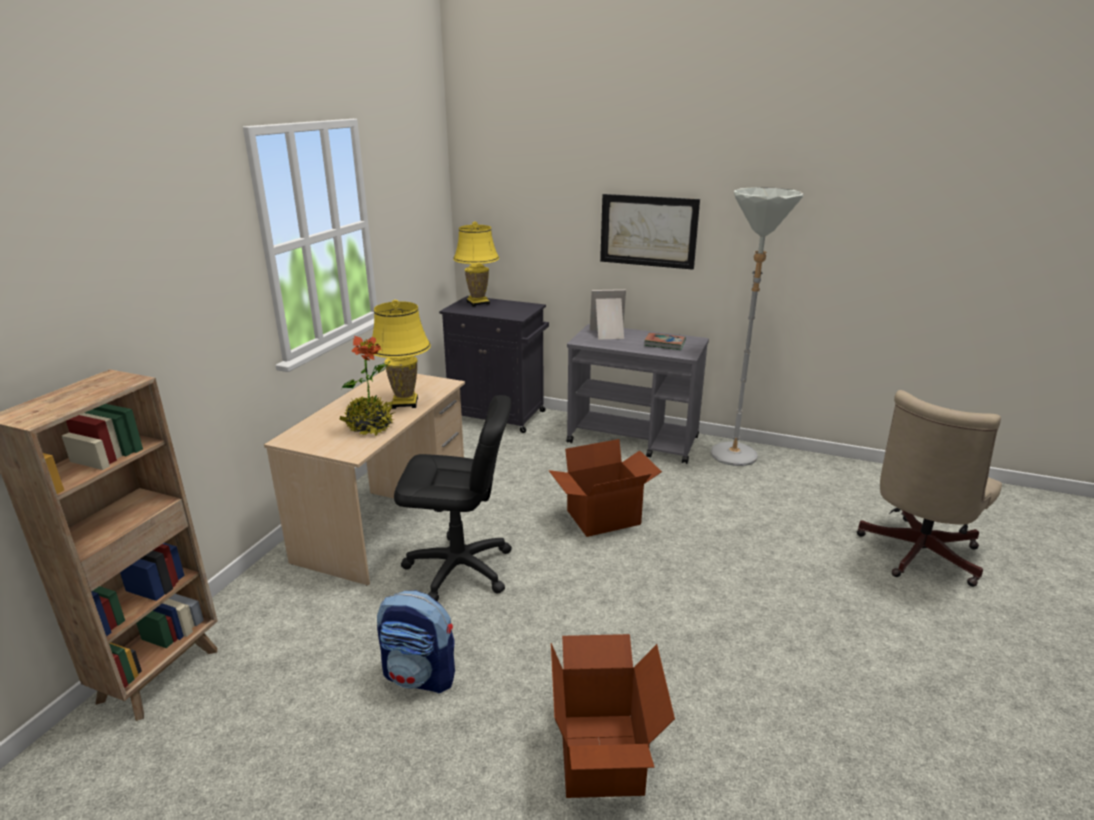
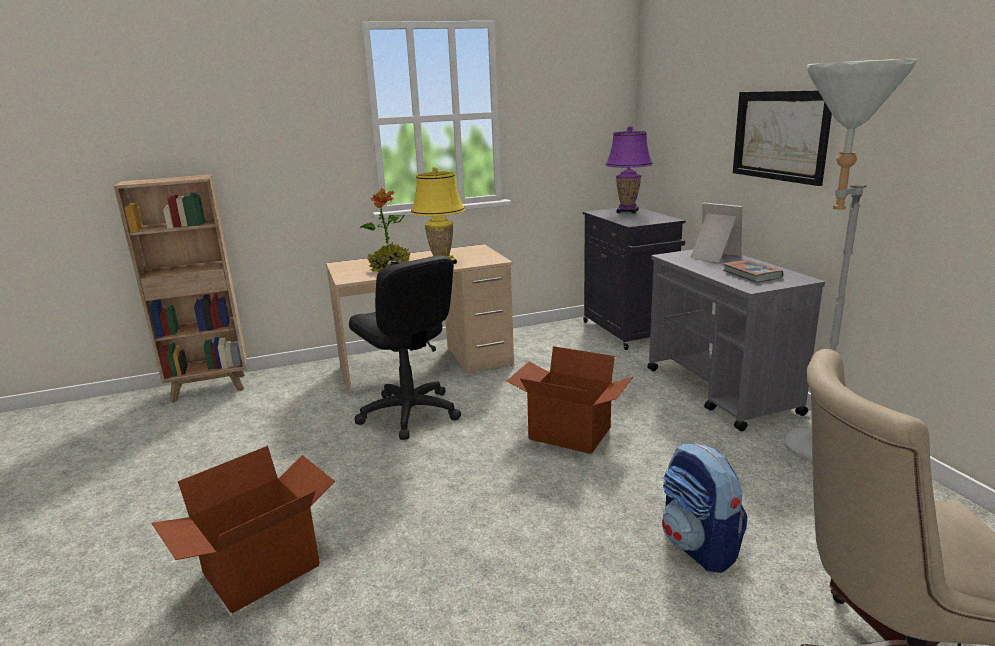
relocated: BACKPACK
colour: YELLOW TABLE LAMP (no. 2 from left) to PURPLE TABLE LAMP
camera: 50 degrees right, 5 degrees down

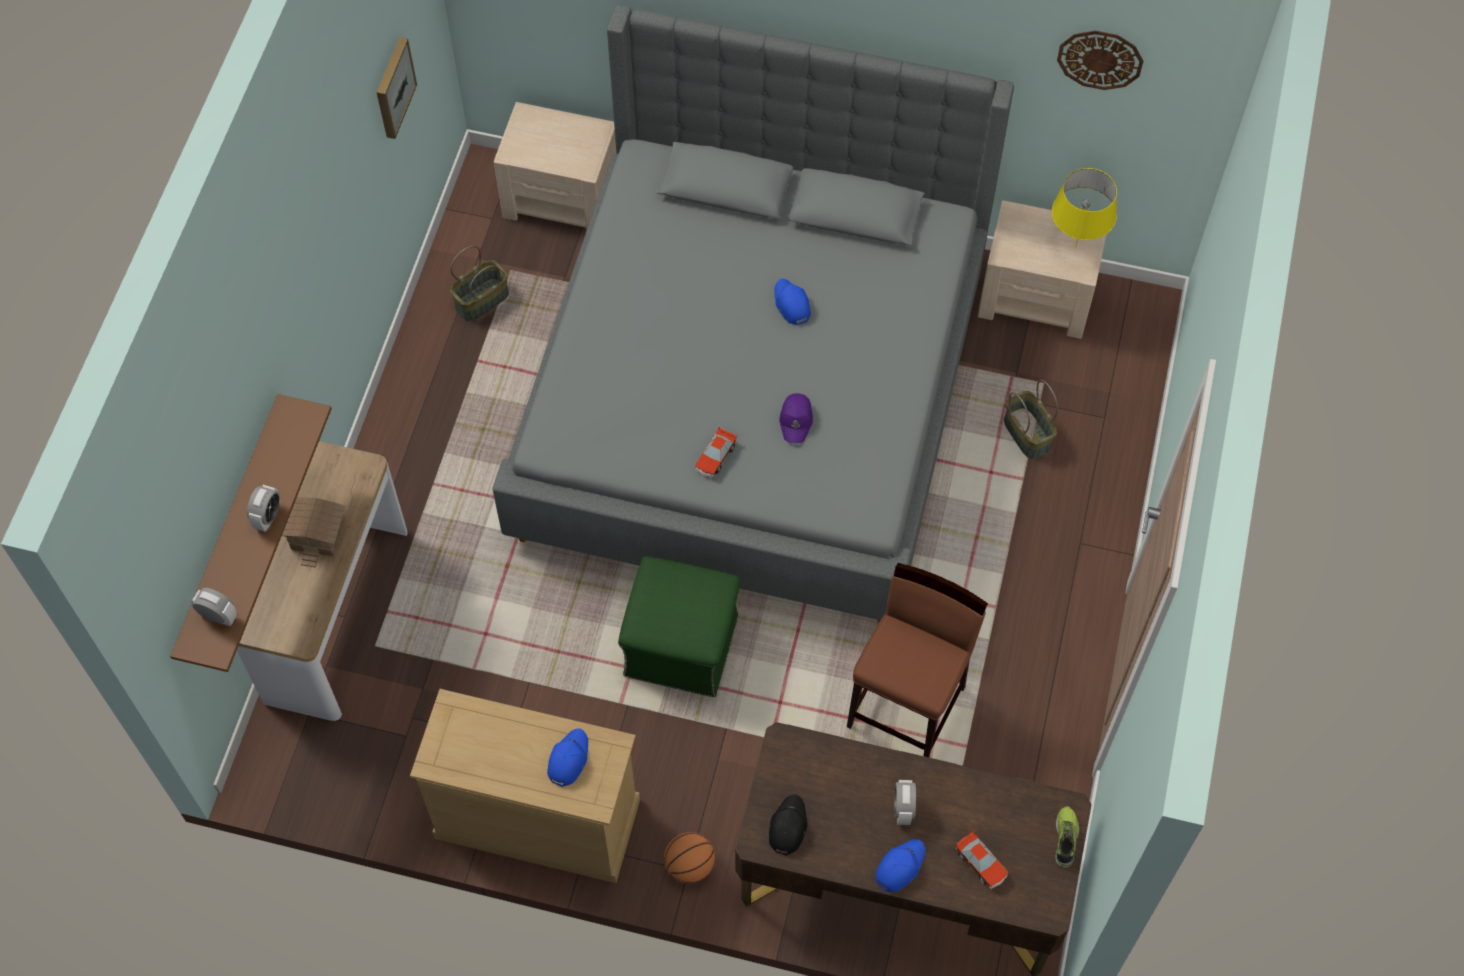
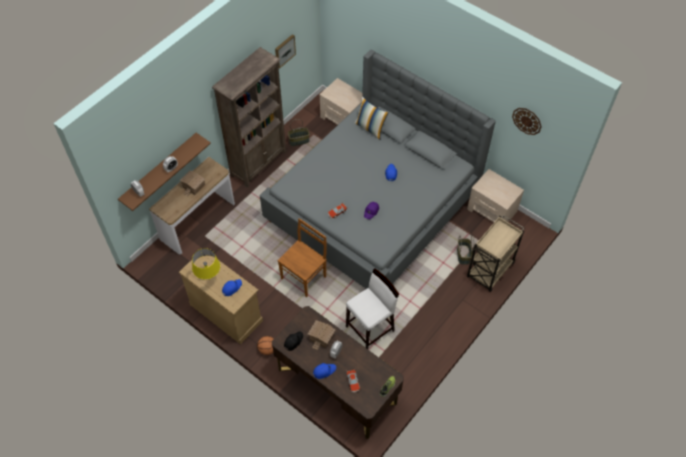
appeared: BROWN BOOKCASE; TOY HOUSE (no. 2 from left); PILLOW; BEIGE CART
relocated: YELLOW TABLE LAMP
exchanged: GREEN OTTOMAN to BROWN CHAIR
colour: BROWN STOOL to WHITE STOOL
camera: 25 degrees right, 5 degrees down

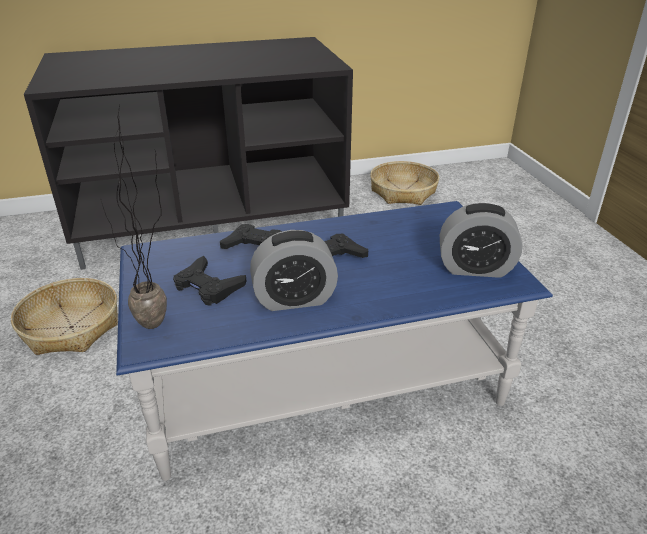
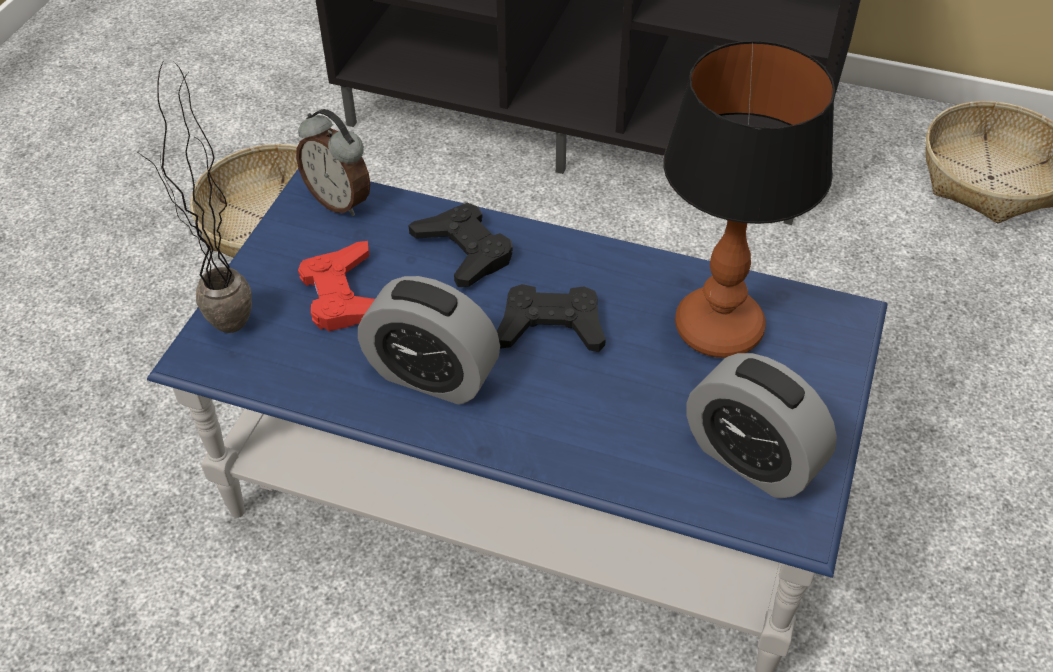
appeared: ALARM CLOCK (no. 1 from left); TABLE LAMP
colour: BLACK GAME CONTROLLER (no. 1 from left) to RED GAME CONTROLLER
camera: 35 degrees right, 15 degrees up

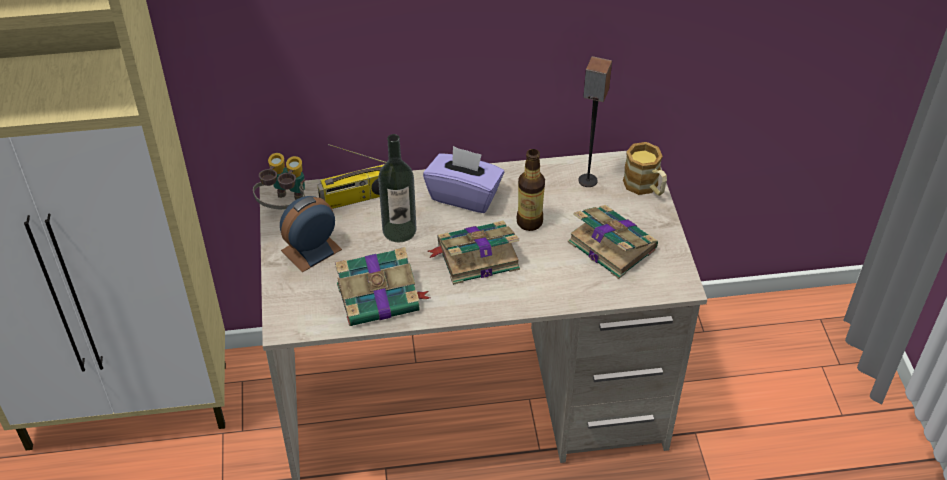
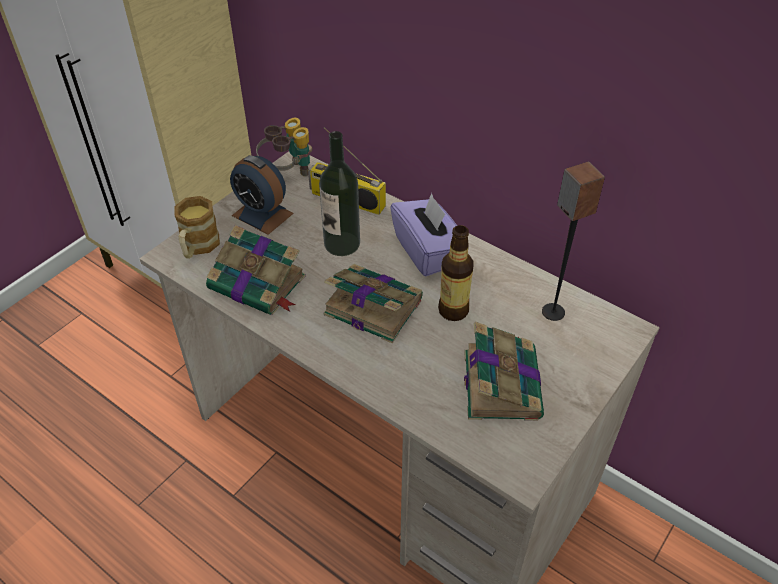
relocated: MUG
spun: ALARM CLOCK 150 degrees counterclockwise
camera: 45 degrees right, 0 degrees up

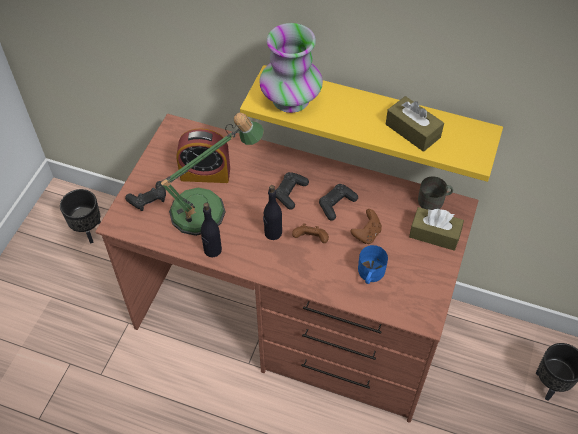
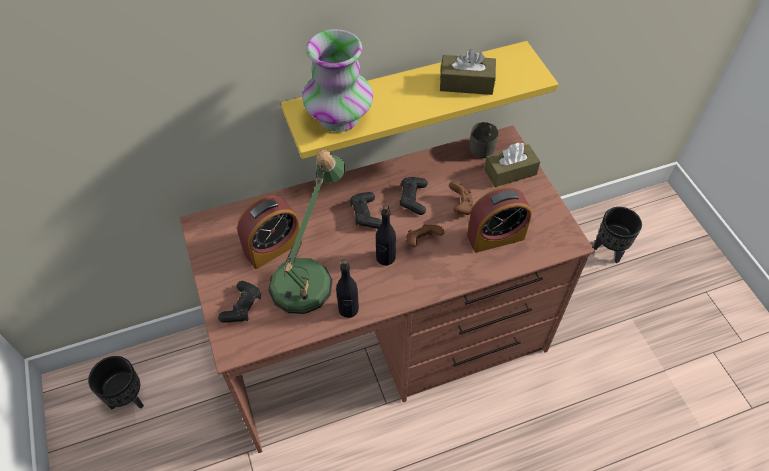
exchanged: BLUE MUG to ALARM CLOCK (no. 2 from left)
camera: 40 degrees left, 0 degrees up

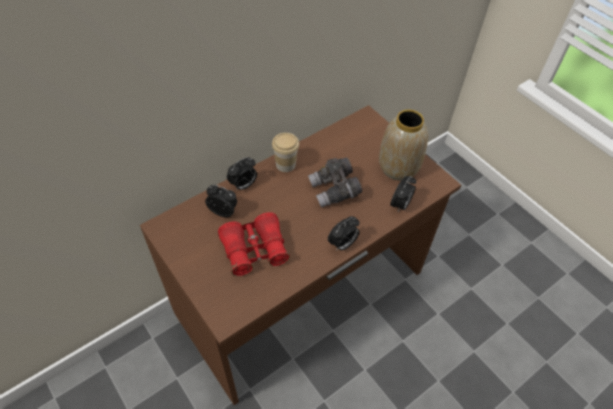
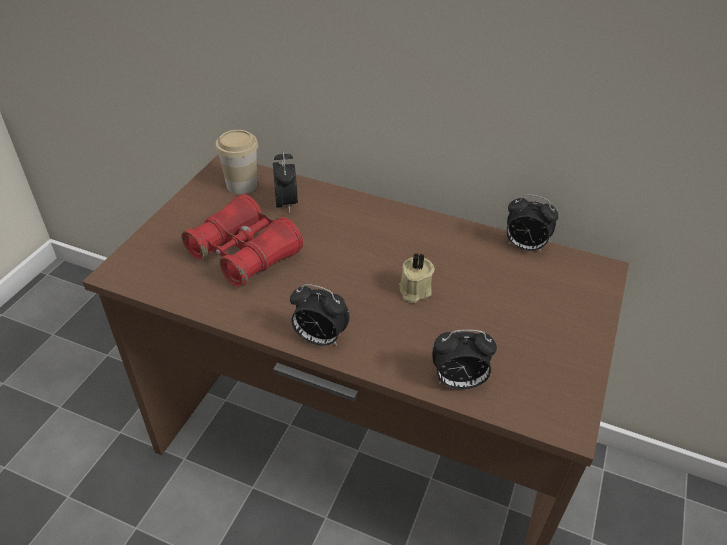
missing: VASE
relocated: CUP; ALARM CLOCK (no. 2 from left in the first image) to ALARM CLOCK (no. 4 from left)
exchanged: GREY BINOCULARS to BEIGE CANDLE
camera: 60 degrees right, 10 degrees down

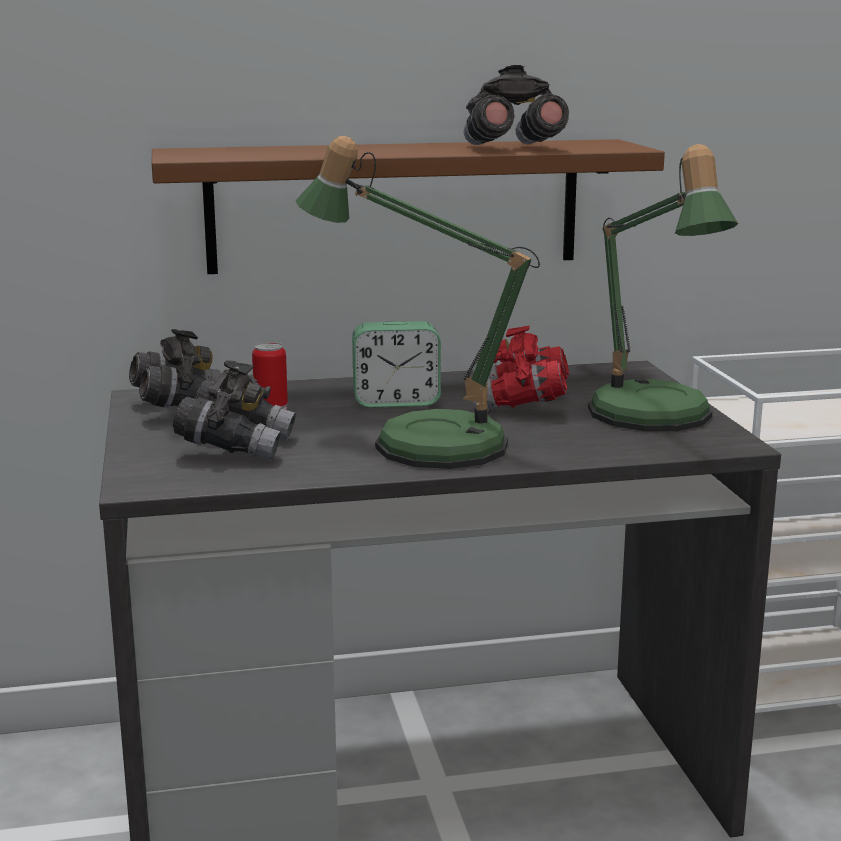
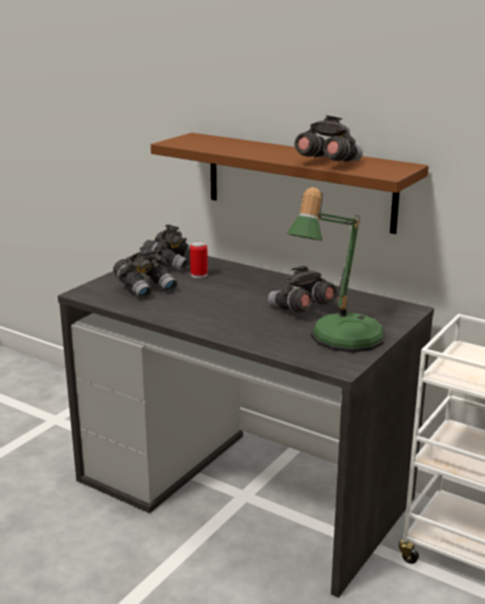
missing: TABLE LAMP (no. 1 from left); ALARM CLOCK
colour: RED BINOCULARS to GREY BINOCULARS (no. 3 from left)
camera: 45 degrees right, 5 degrees up

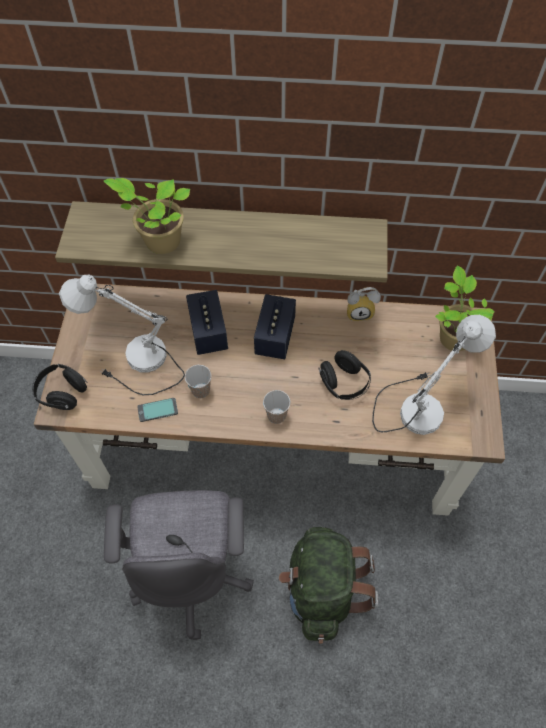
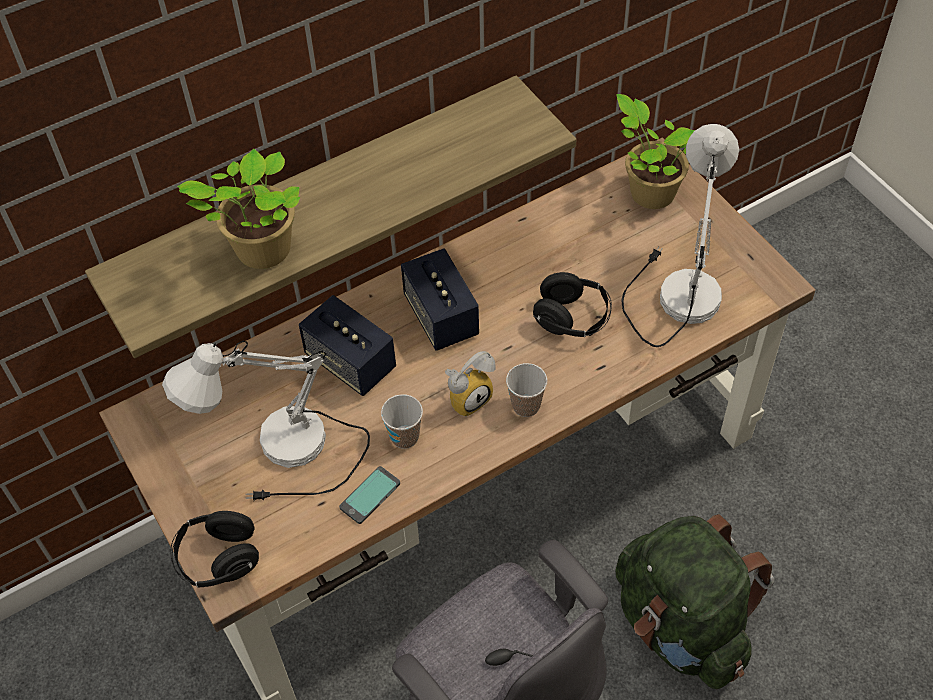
relocated: ALARM CLOCK
camera: 35 degrees left, 5 degrees down

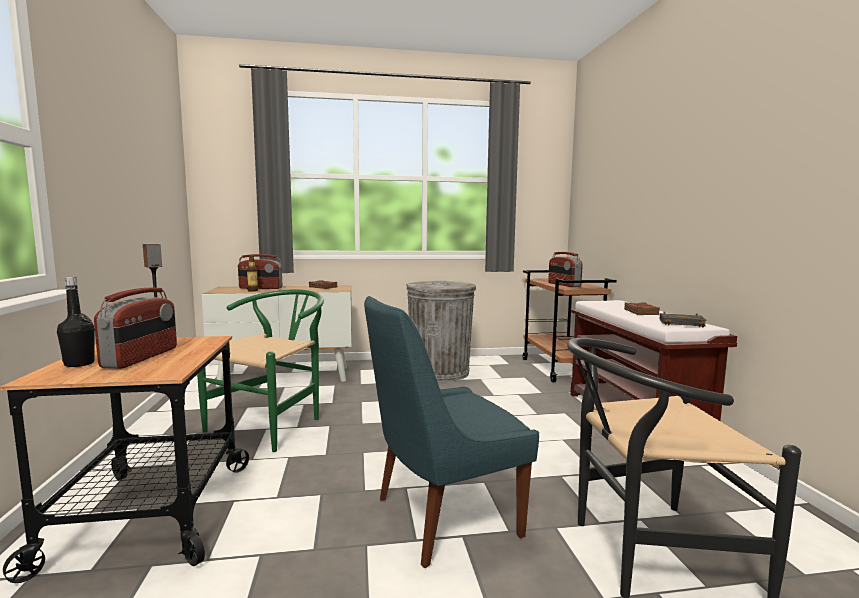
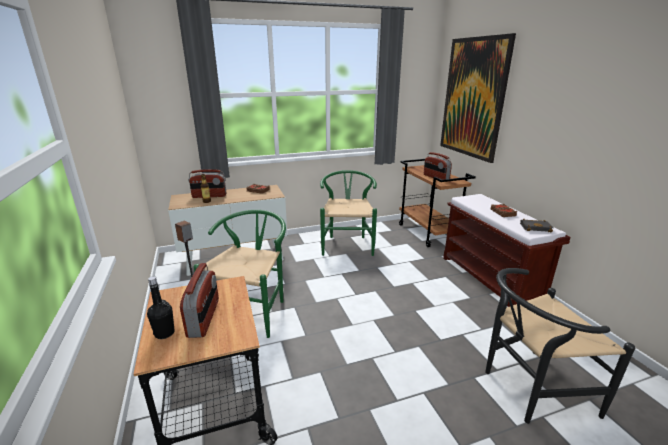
missing: BLUE CHAIR
appeared: PICTURE
exchanged: GREY TRASH CAN to GREEN CHAIR (no. 2 from left)
camera: 10 degrees left, 15 degrees up

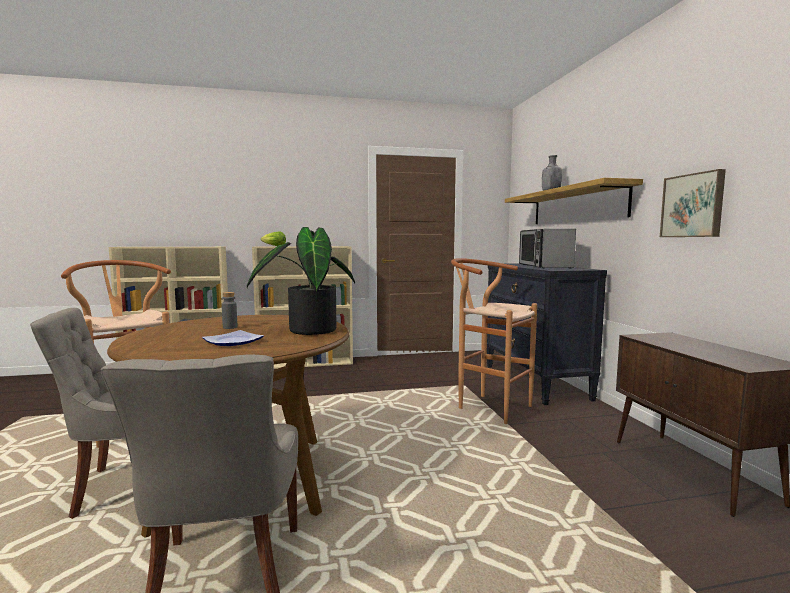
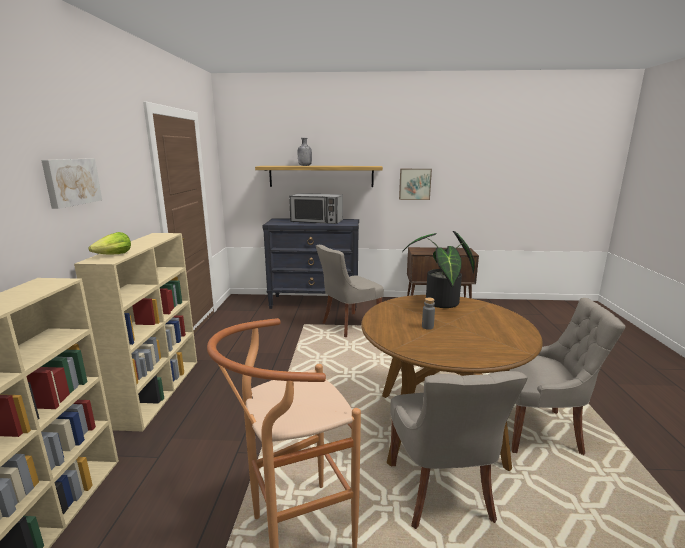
missing: PLATE
appeared: PICTURE (no. 1 from left)
exchanged: BROWN STOOL (no. 2 from left) to GREY CHAIR (no. 1 from left)
camera: 75 degrees left, 10 degrees up

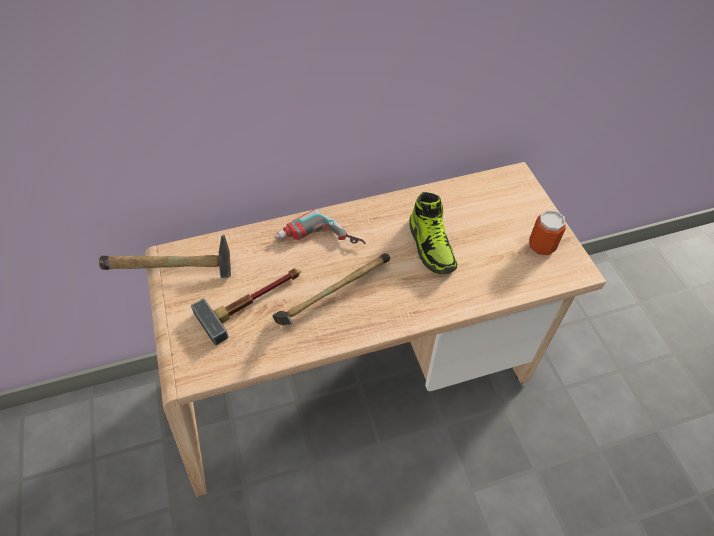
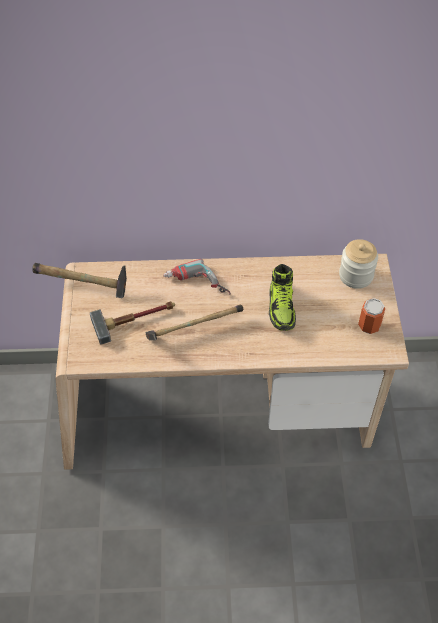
appeared: JAR
camera: 15 degrees right, 0 degrees up

